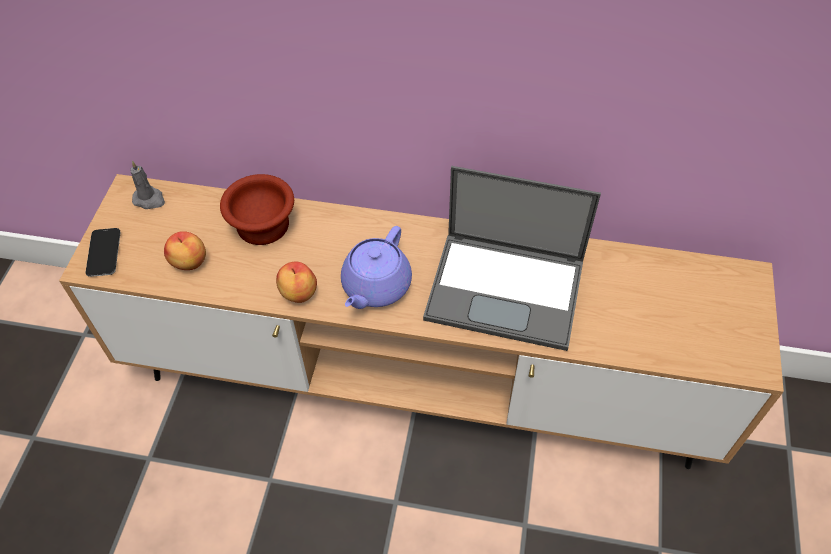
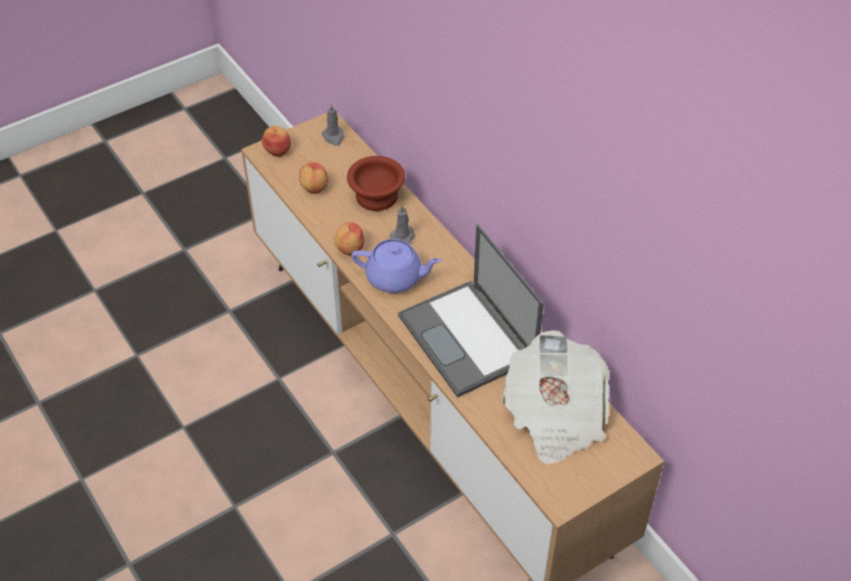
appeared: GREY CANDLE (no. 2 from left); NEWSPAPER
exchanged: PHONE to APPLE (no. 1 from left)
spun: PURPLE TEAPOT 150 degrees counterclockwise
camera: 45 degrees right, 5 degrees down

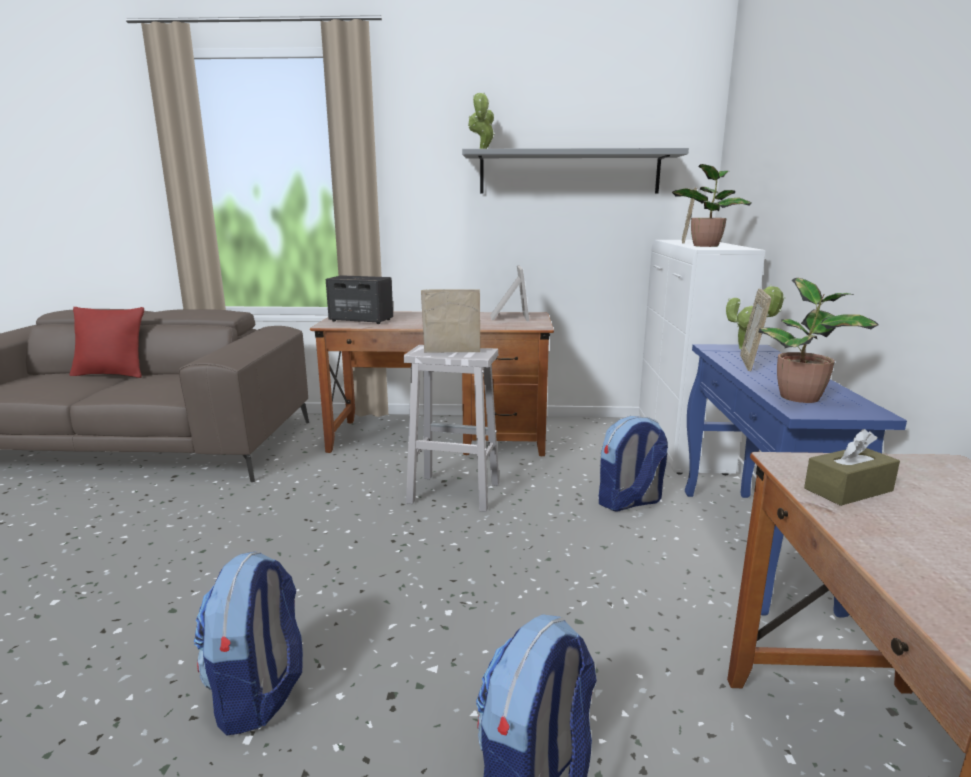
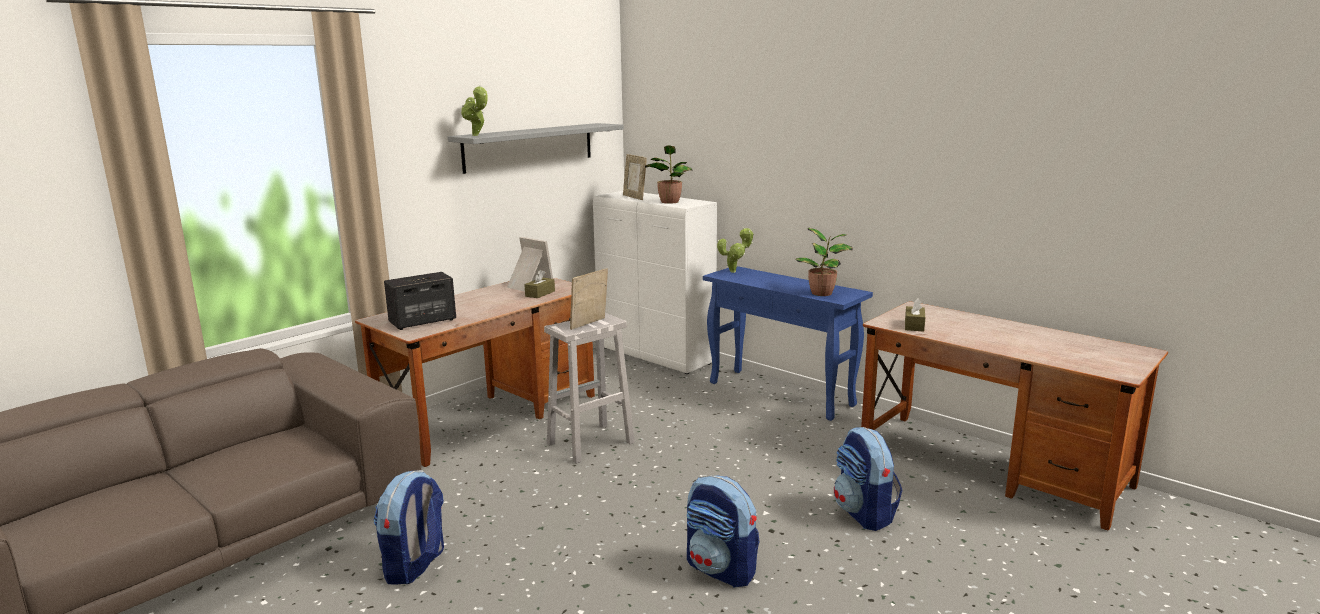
missing: RED PILLOW; PICTURE FRAME (no. 4 from left)
appeared: BROWN TISSUE BOX (no. 1 from left)
relocated: BACKPACK (no. 3 from left in the first image) to BACKPACK (no. 1 from left)
camera: 50 degrees left, 0 degrees up

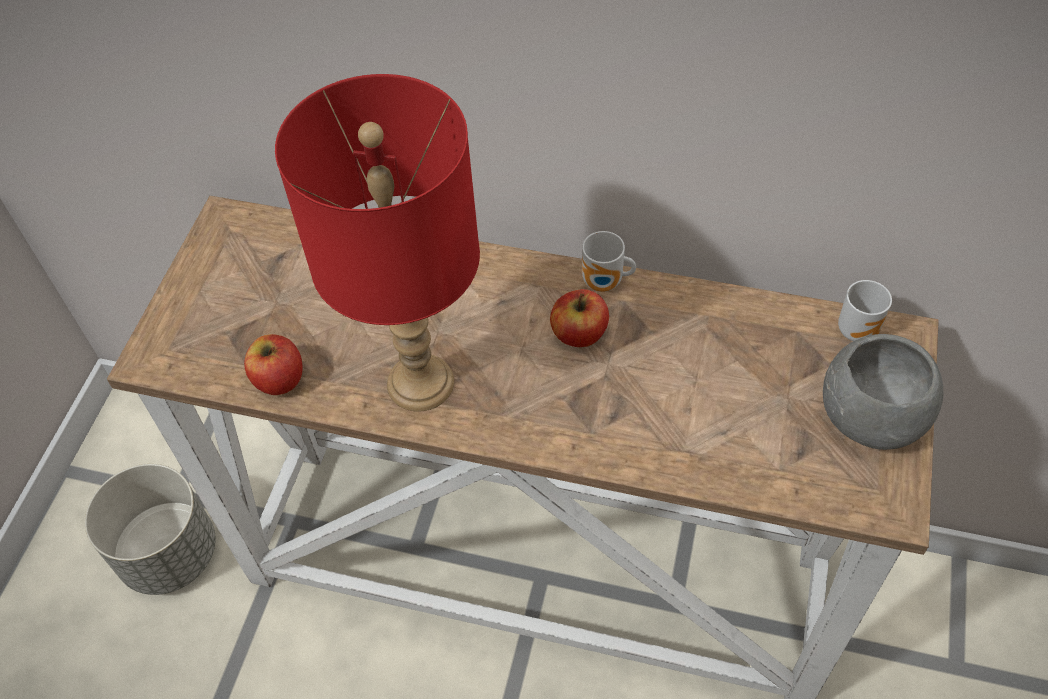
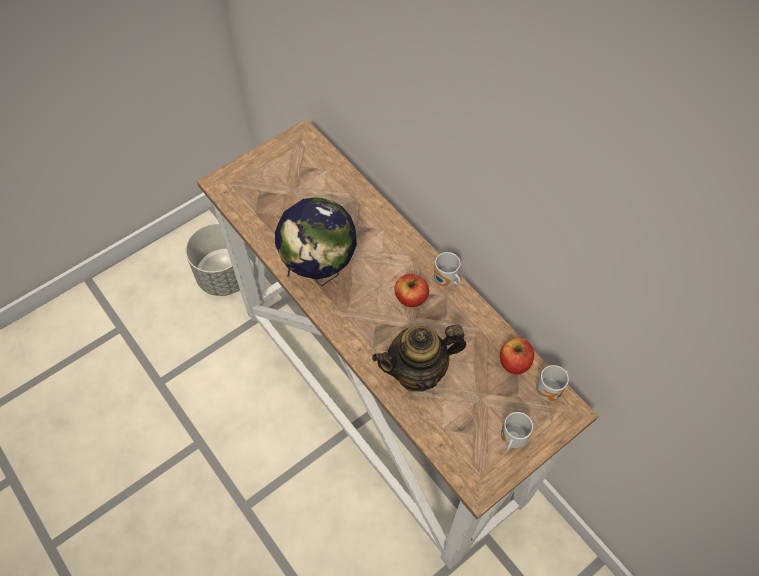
appeared: TEAPOT
relocated: APPLE (no. 1 from left in the first image) to APPLE (no. 2 from left)
exchanged: RED TABLE LAMP to GLOBE; GREY BOWL to MUG (no. 2 from left)
camera: 35 degrees right, 5 degrees up

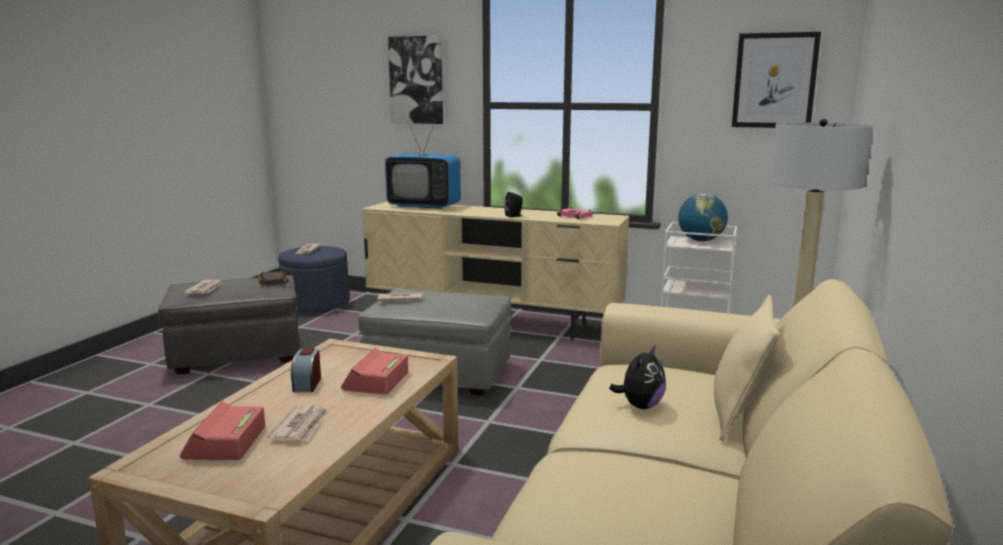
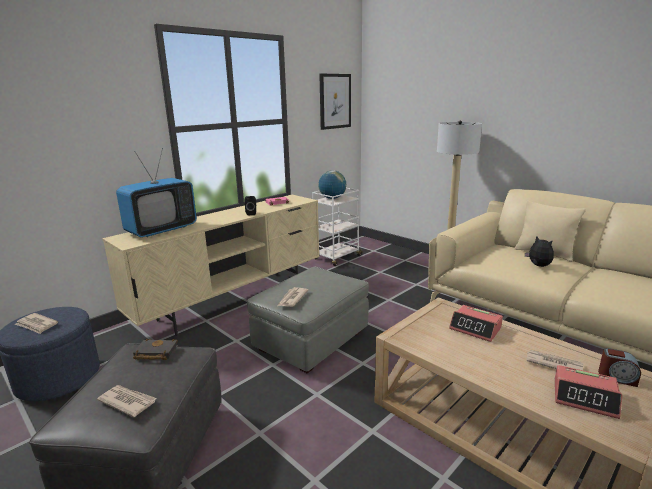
missing: PICTURE (no. 1 from left)
relocated: ALARM CLOCK (no. 2 from left in the first image) to ALARM CLOCK (no. 3 from left)
camera: 65 degrees left, 5 degrees up

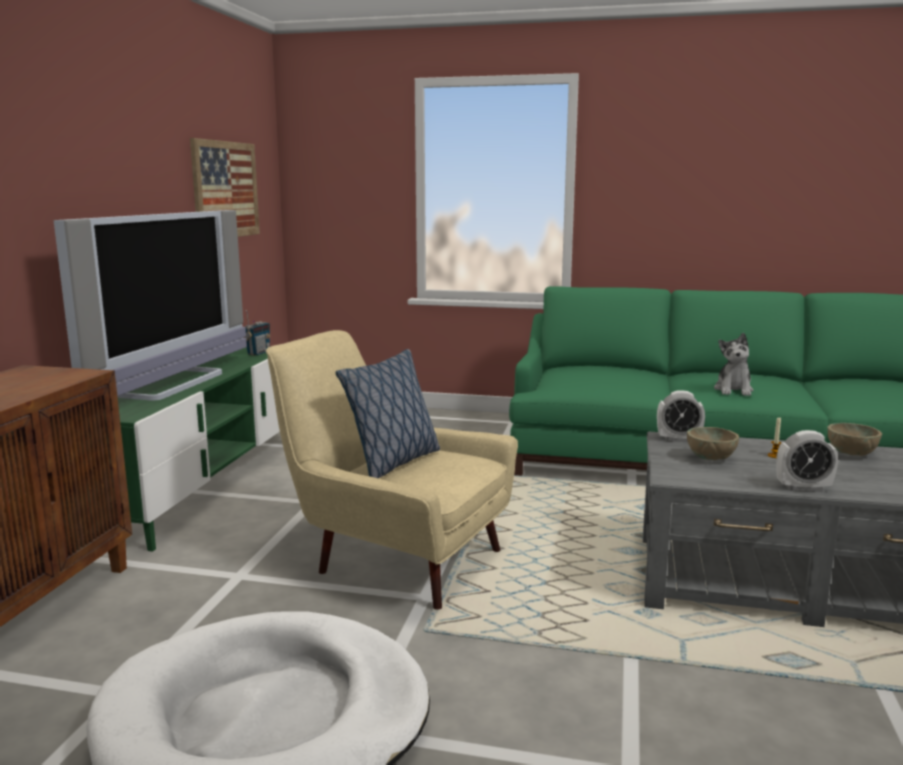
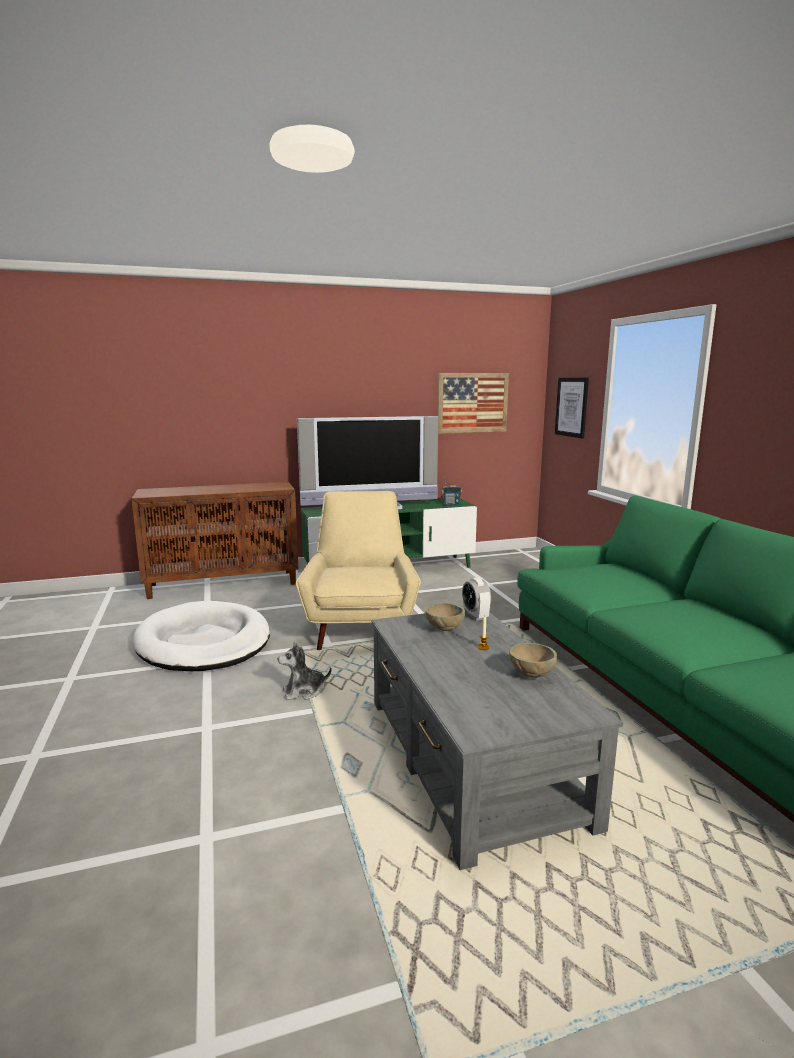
missing: PILLOW; ALARM CLOCK (no. 2 from left)
appeared: PICTURE (no. 2 from left)
relocated: PLUSH TOY
camera: 60 degrees right, 0 degrees up

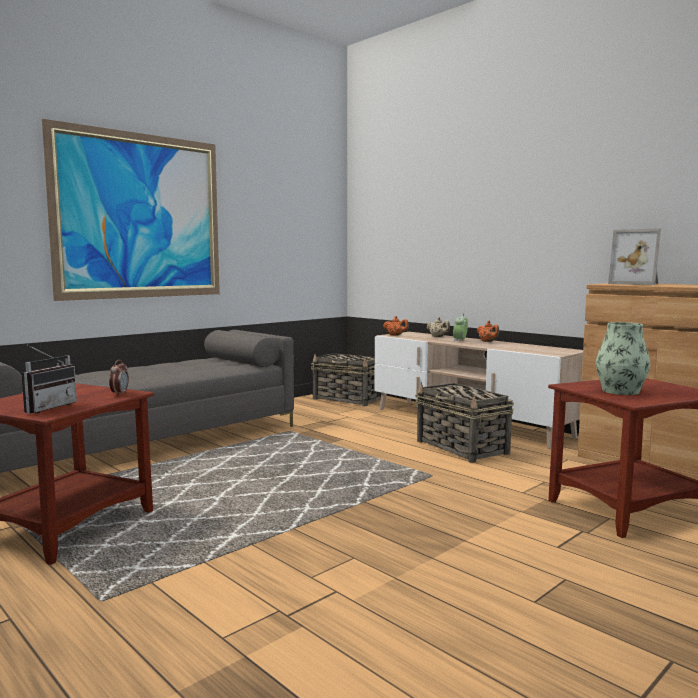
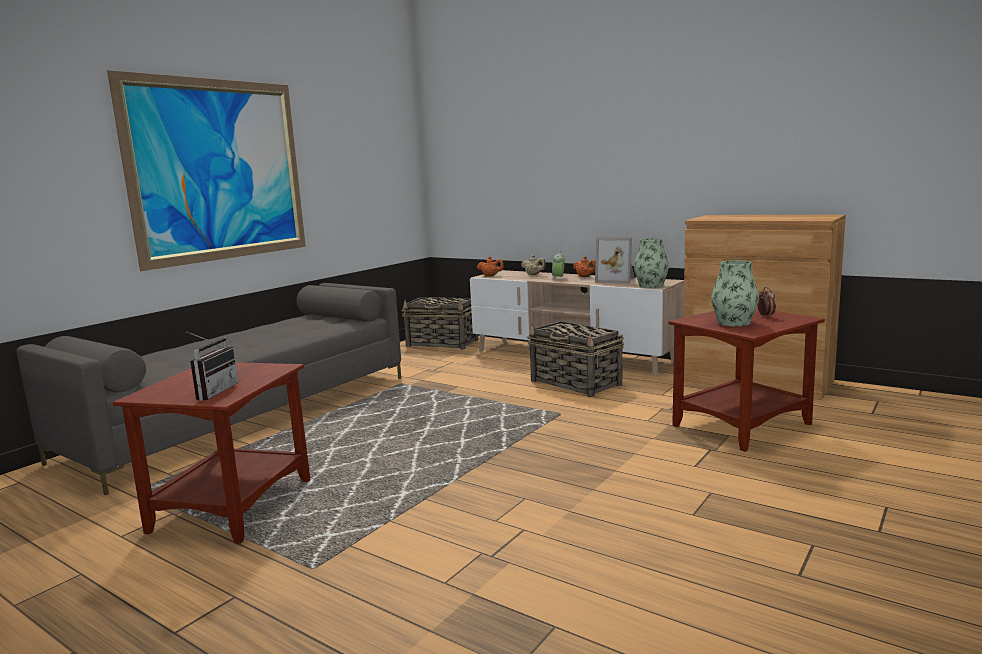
appeared: VASE (no. 1 from left)
relocated: PICTURE FRAME; ALARM CLOCK (no. 1 from left in the first image) to ALARM CLOCK (no. 2 from left)
camera: 10 degrees left, 5 degrees up

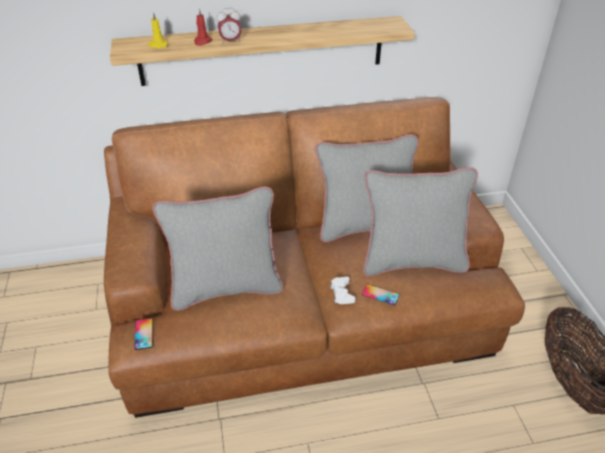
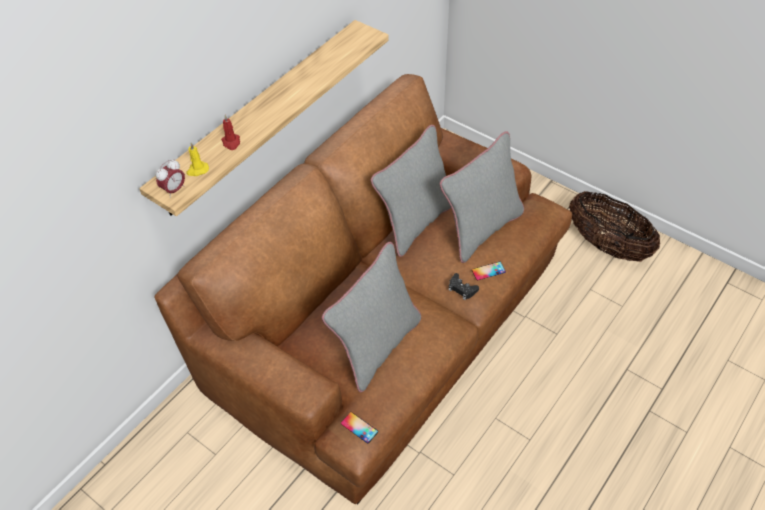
relocated: ALARM CLOCK
colour: WHITE GAME CONTROLLER to BLACK GAME CONTROLLER
camera: 40 degrees left, 10 degrees up

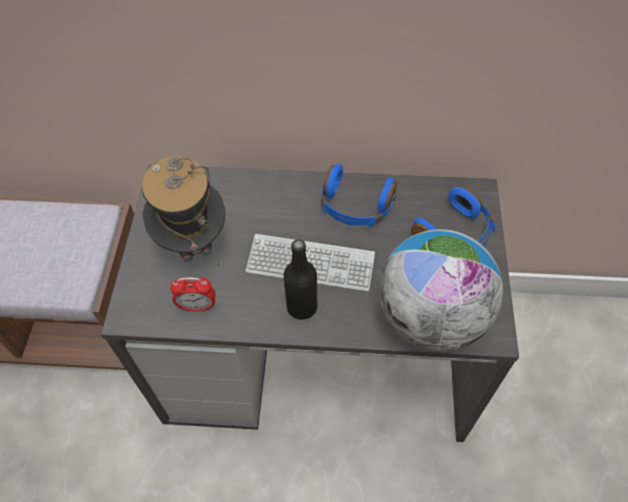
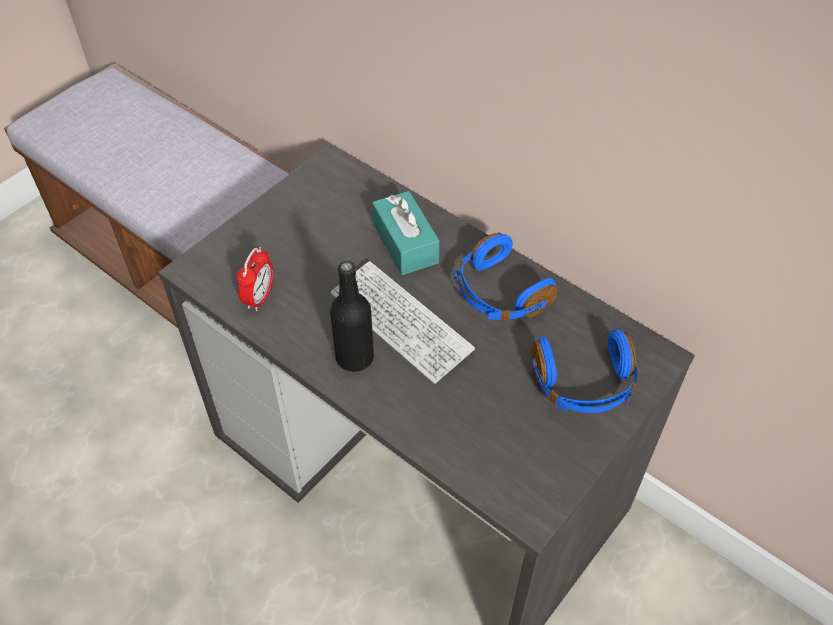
missing: HAT; GLOBE
appeared: TURQUOISE TISSUE BOX
spun: ALARM CLOCK 105 degrees counterclockwise
camera: 35 degrees right, 5 degrees down

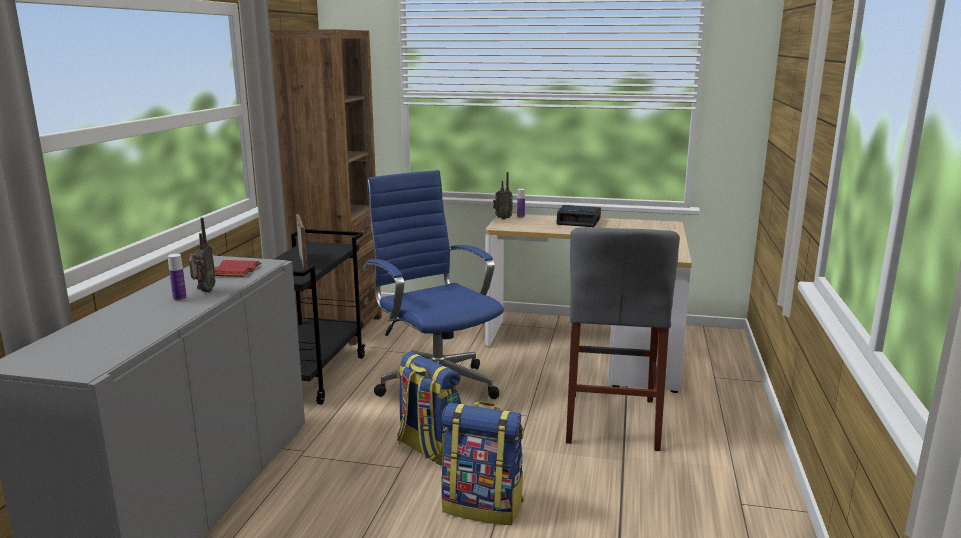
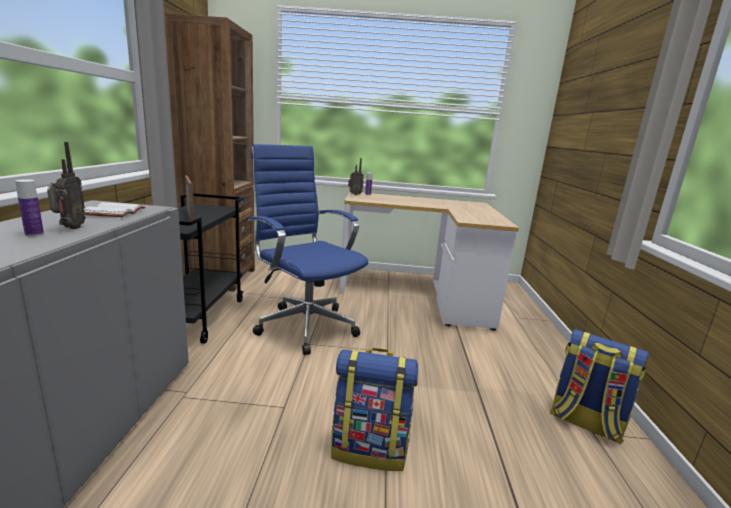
missing: ALARM CLOCK; GREY STOOL
relocated: BACKPACK (no. 1 from left in the first image) to BACKPACK (no. 2 from left)
colour: RED BOOK to WHITE BOOK
camera: 10 degrees left, 0 degrees up

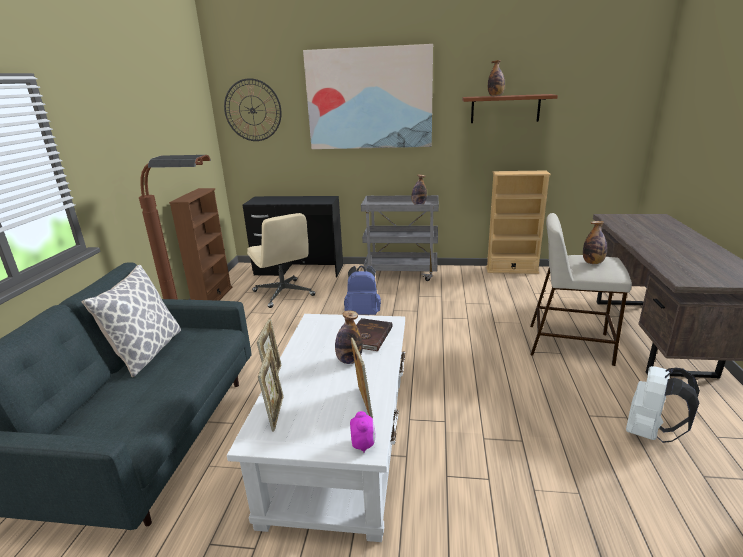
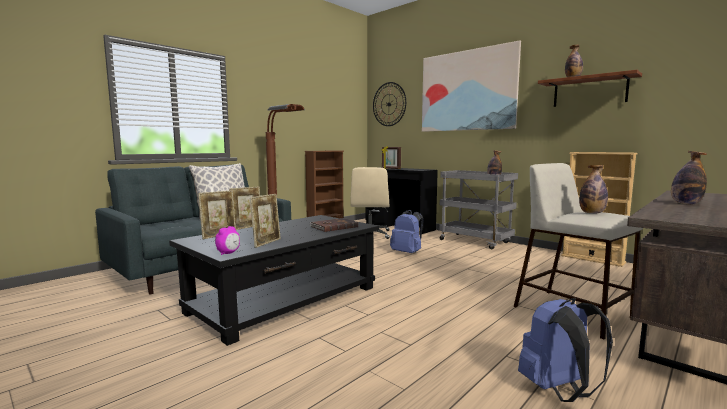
appeared: PICTURE FRAME (no. 4 from left)
relocated: BOTTLE (no. 1 from left in the first image) to BOTTLE (no. 4 from left)
colour: WHITE COFFEE TABLE to BLACK COFFEE TABLE; WHITE BACKPACK to BLUE BACKPACK (no. 2 from left)
camera: 35 degrees right, 15 degrees down

